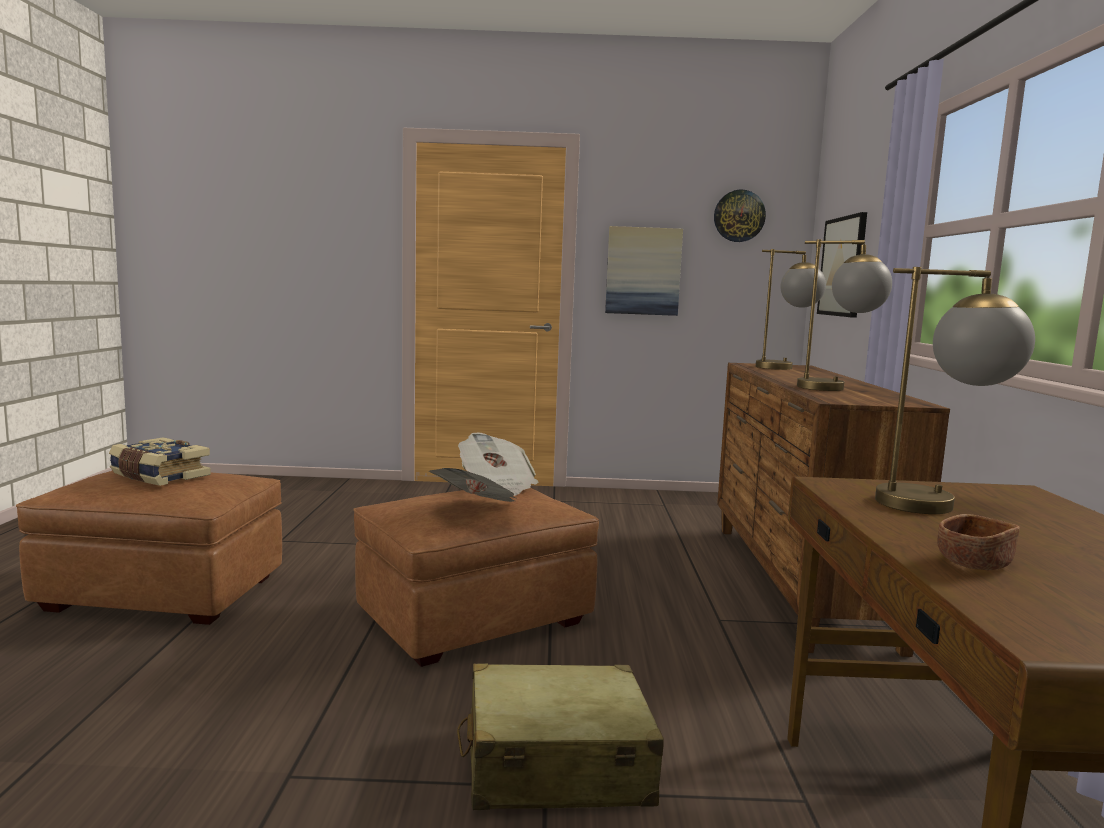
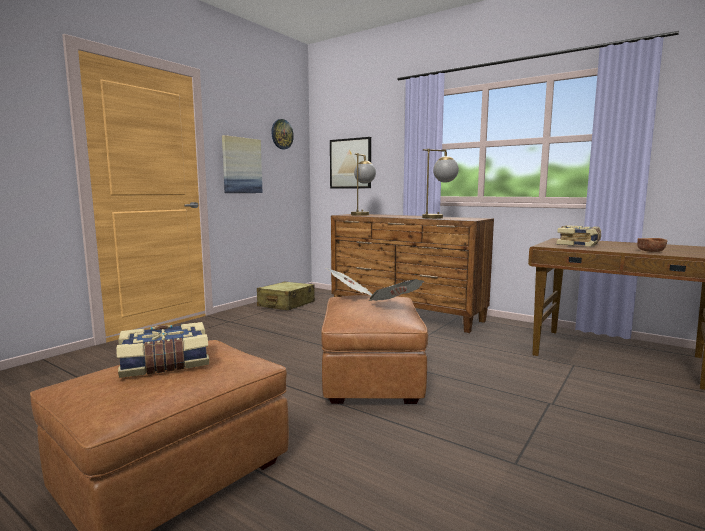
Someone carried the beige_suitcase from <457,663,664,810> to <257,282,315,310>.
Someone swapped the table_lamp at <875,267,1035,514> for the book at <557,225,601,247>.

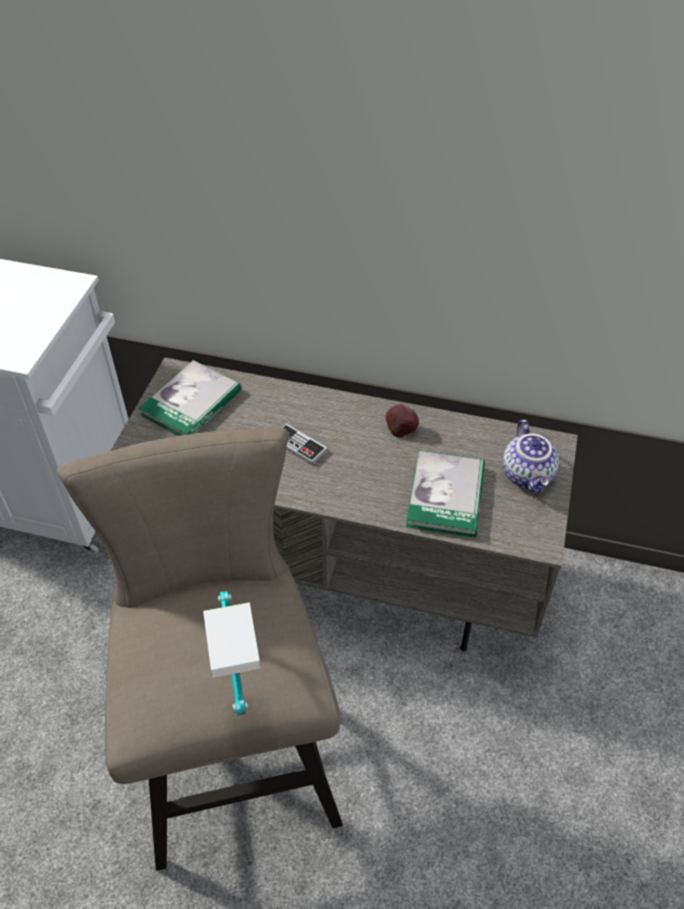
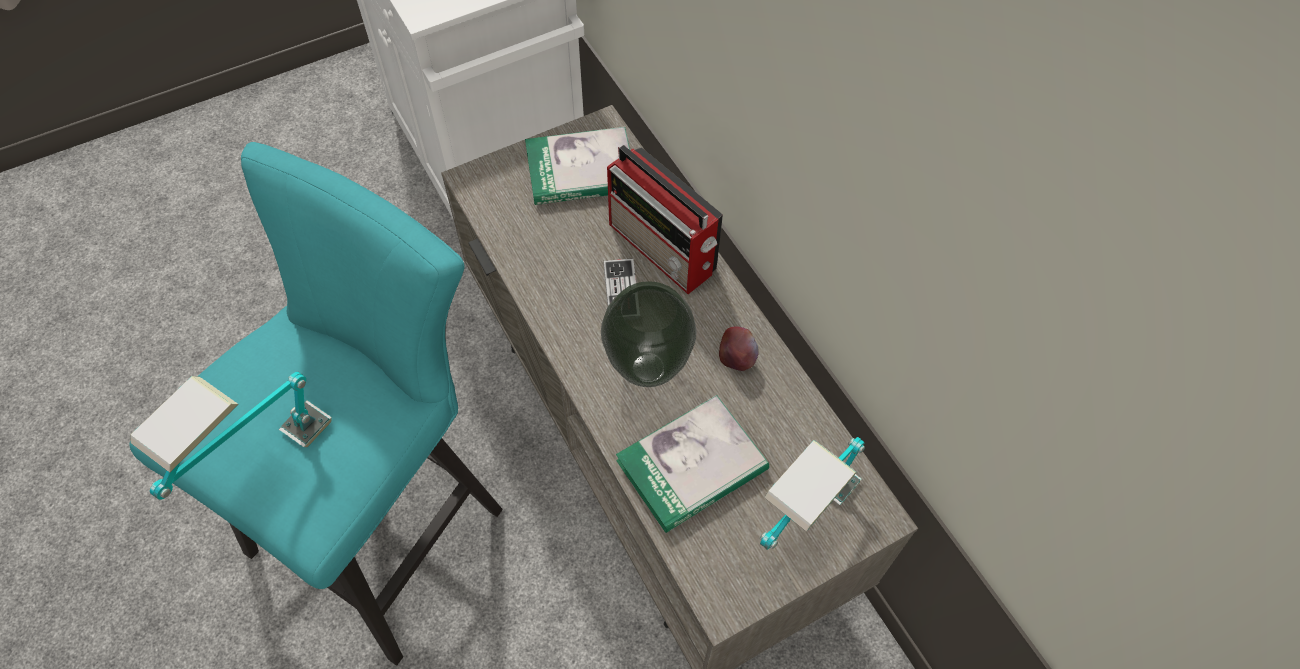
Someone put down the vase at <601,281,697,387>.
Someone put down the radio at <607,145,723,294>.
Someone swapped the teapot at <503,420,559,494> for the table_lamp at <760,437,865,550>.
Someone repainted the beige_stool at <57,428,343,871>, which became the turquoise_stool at <130,142,502,666>.

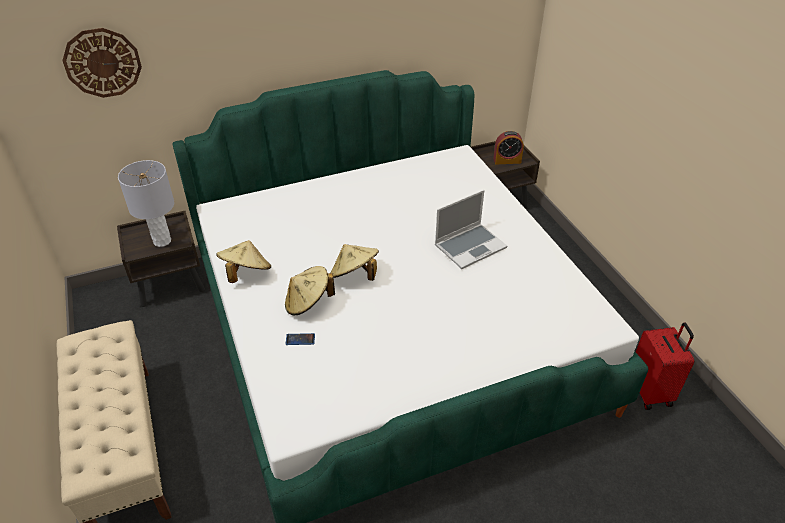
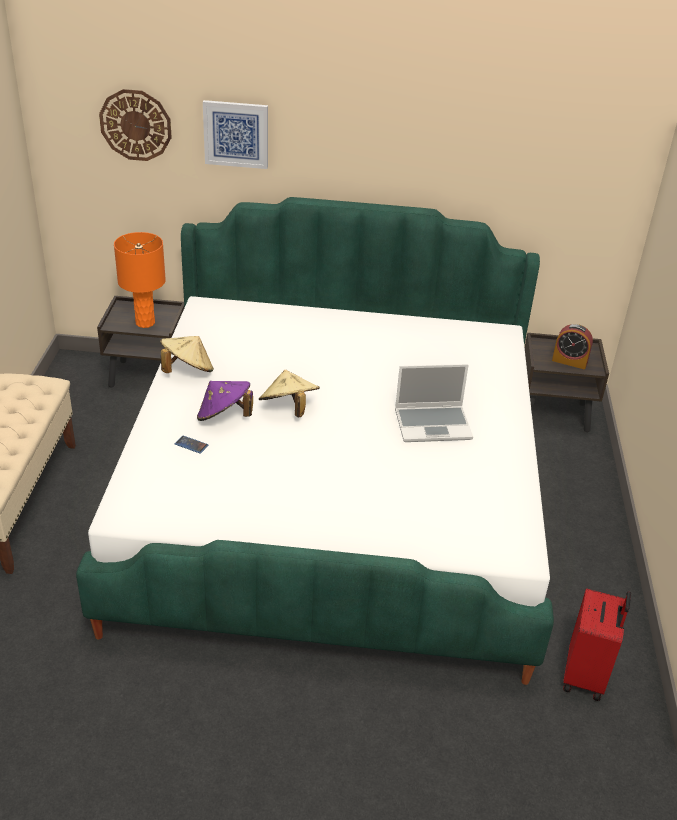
Someone put up the picture at <203,100,268,169>.
Someone repainted the grey_table_lamp at <118,160,174,247>, which became the orange_table_lamp at <114,232,166,328>.
Someone repainted the beige_hat at <285,266,335,315>, which became the purple_hat at <197,381,253,421>.

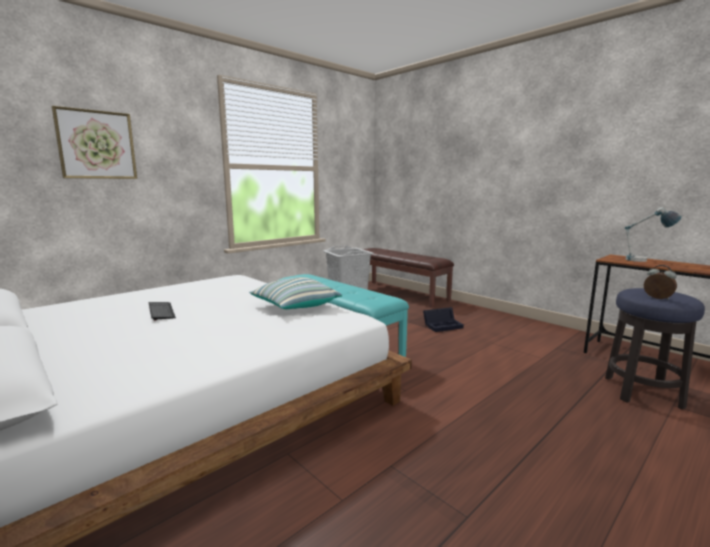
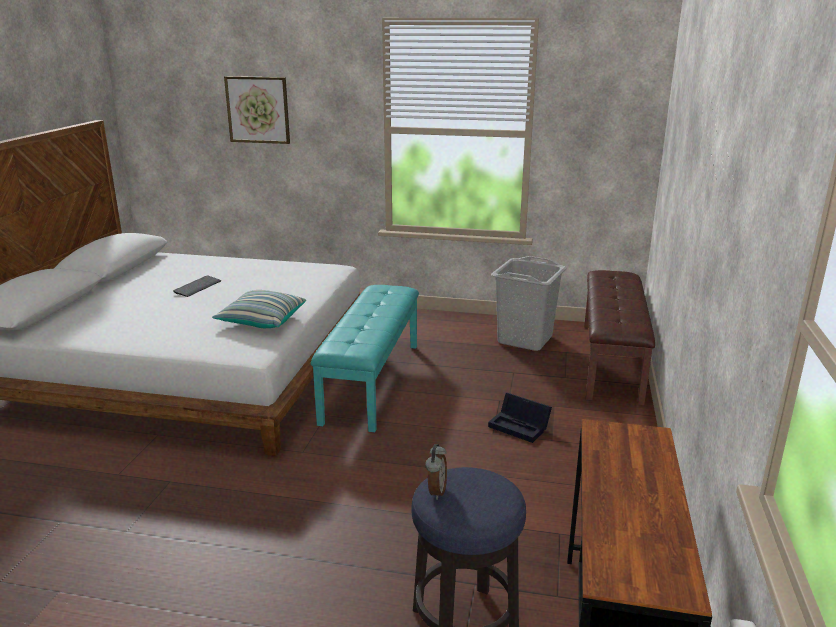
Someone took away the table_lamp at <625,207,682,262>.

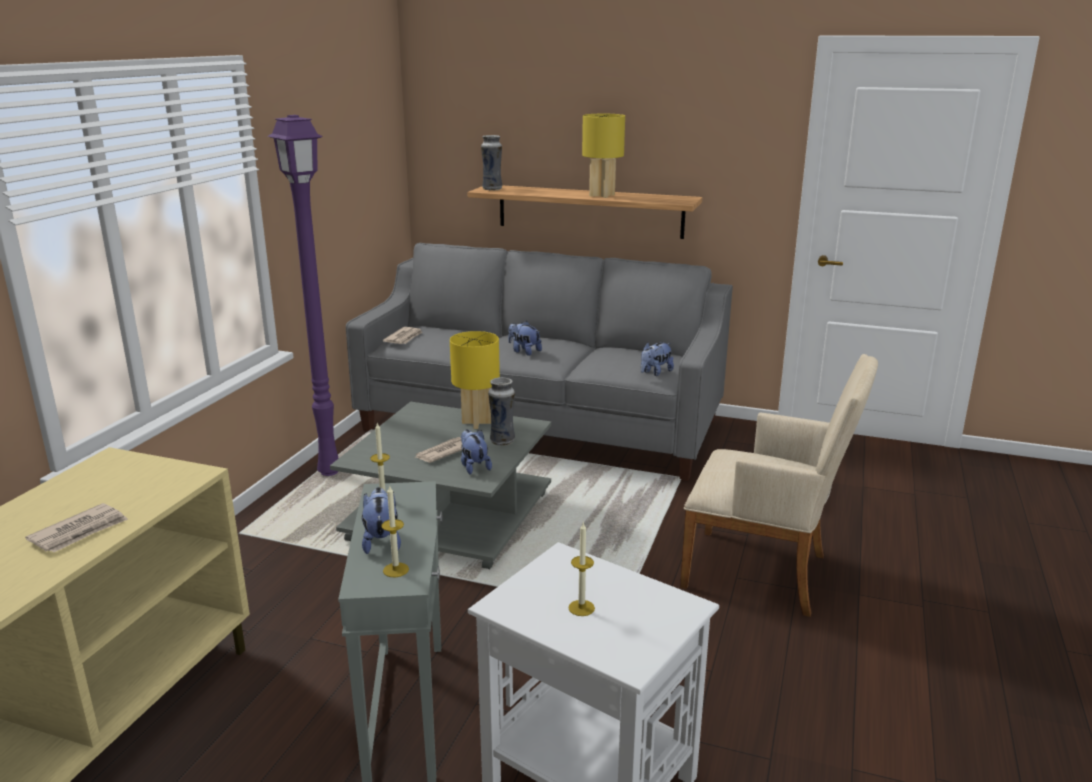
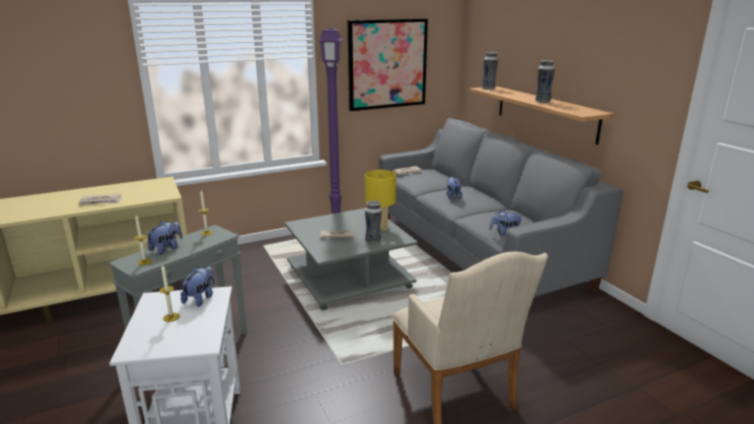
Someone put up the picture at <348,18,428,111>.
Someone carried the plush_toy from <461,429,492,475> to <181,266,214,307>.
Someone swapped the yellow_table_lamp at <582,114,625,198> for the vase at <535,60,555,103>.

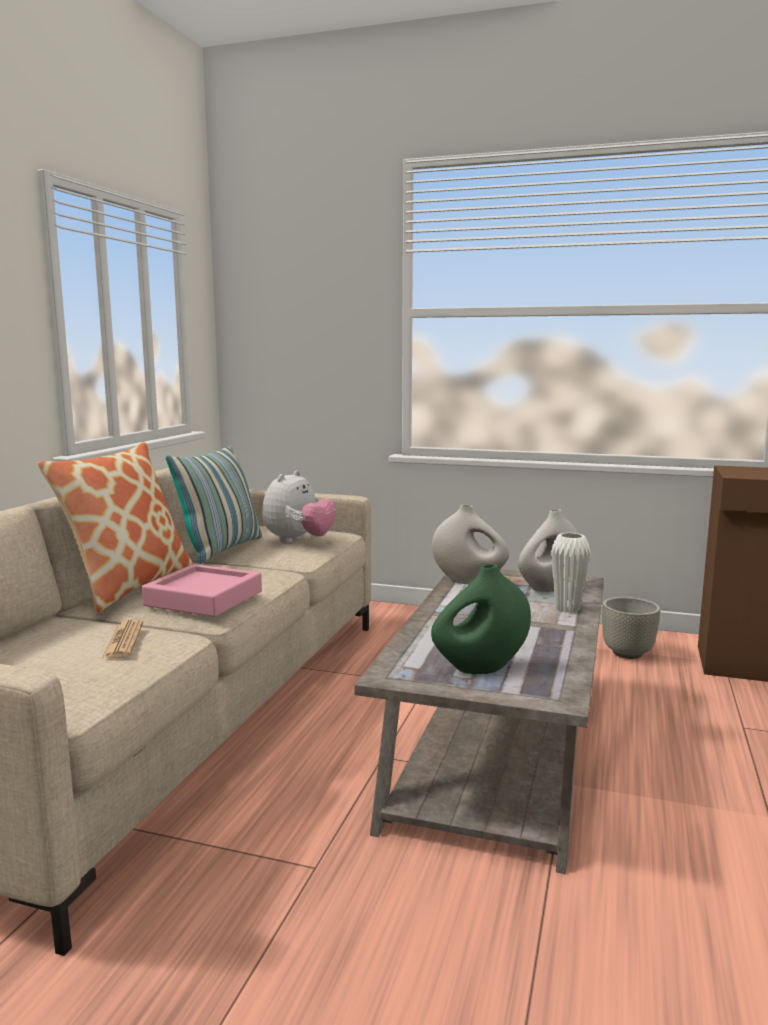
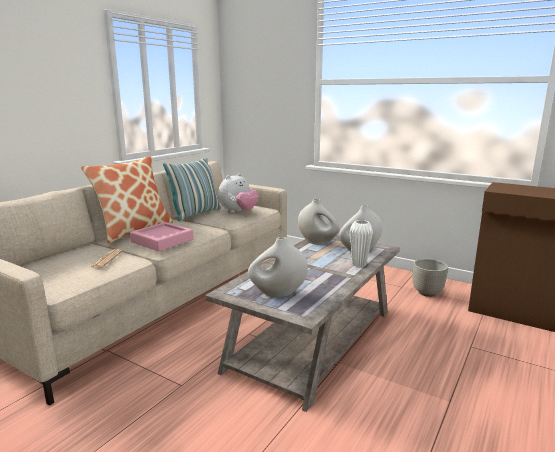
Someone repainted the green_vase at <431,564,531,675>, which became the white_vase at <248,237,308,297>.

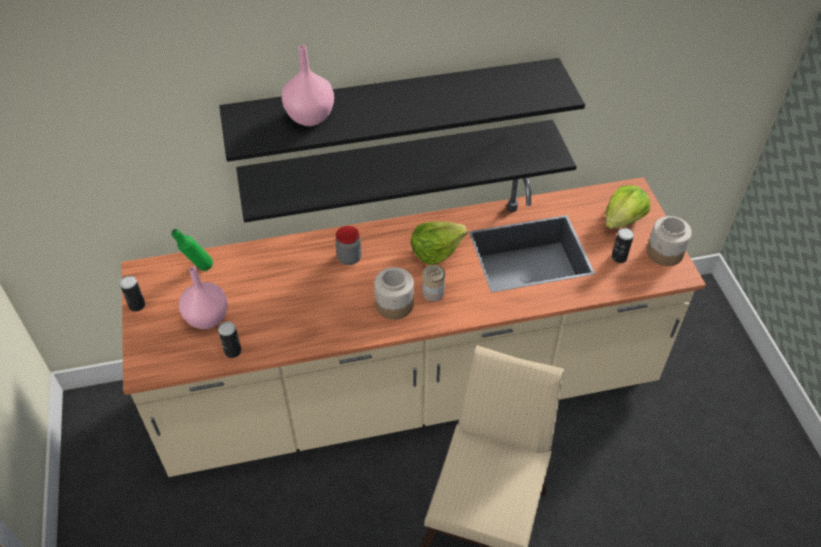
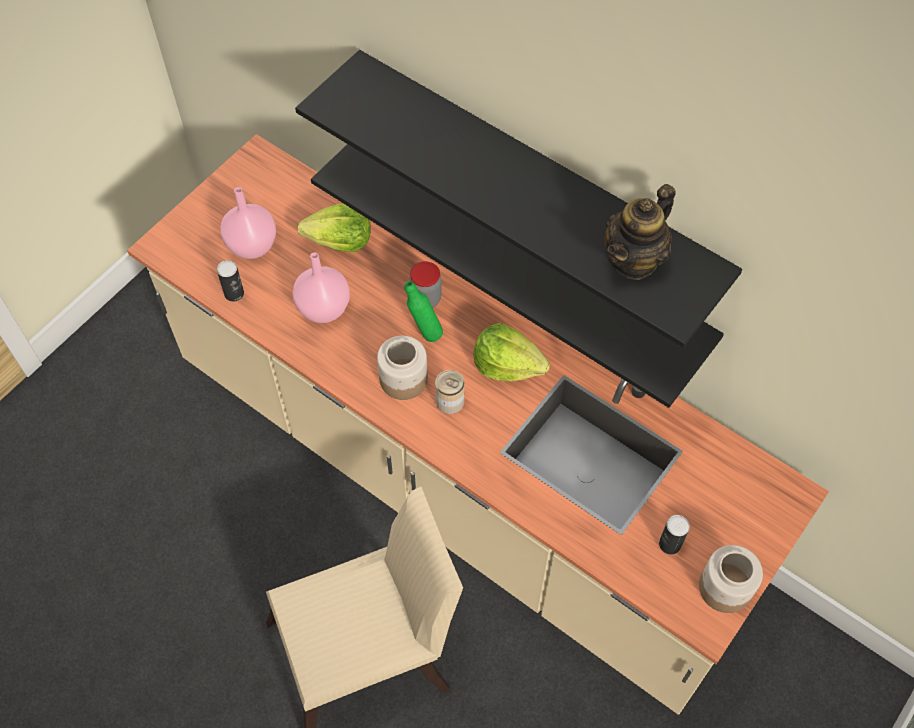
Someone took away the can at <120,276,145,312>.
Someone put down the teapot at <605,184,676,280>.
Someone carried the green_bottle from <171,229,213,271> to <404,281,443,342>.
Someone carried the pink_vase from <282,45,334,126> to <292,252,350,323>.
Someone carried the lettuce from <605,185,650,229> to <297,204,371,252>.

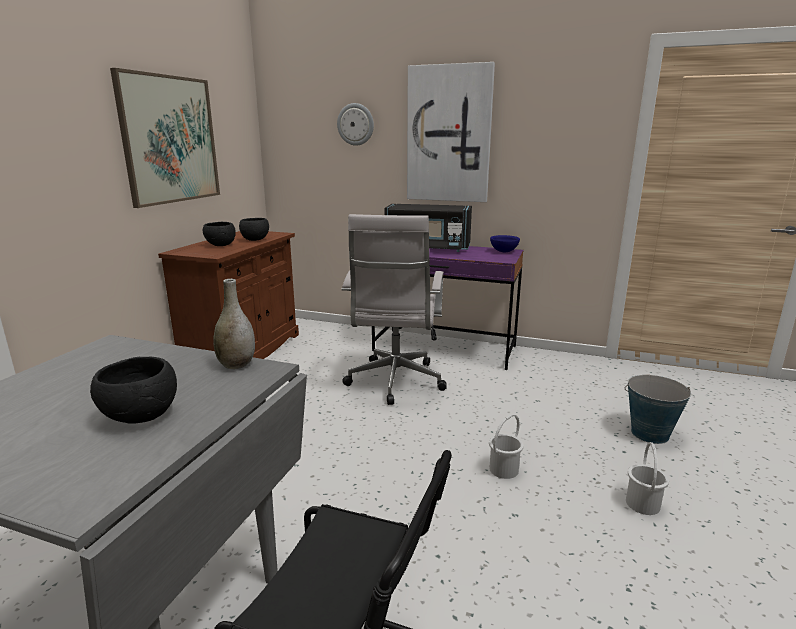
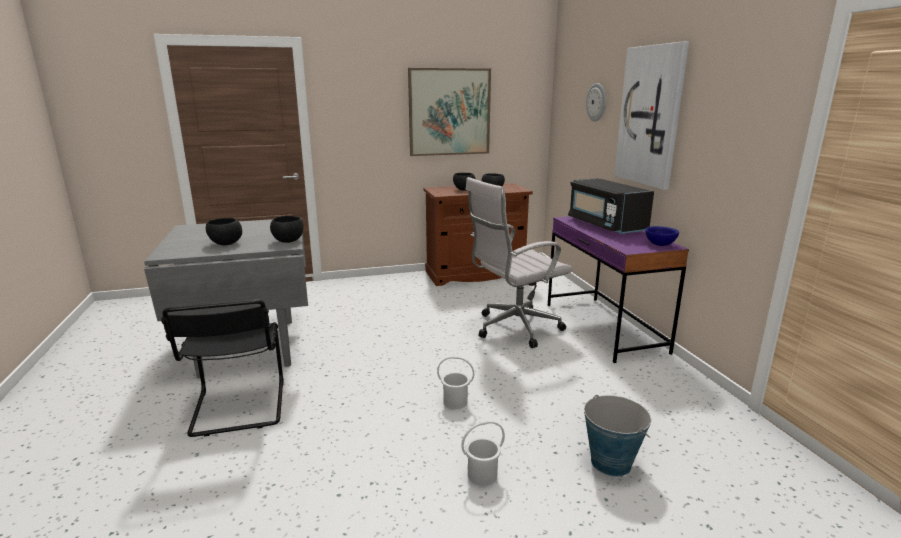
Someone swapped the grey_vase at <213,279,255,369> for the black_bowl at <270,216,303,243>.

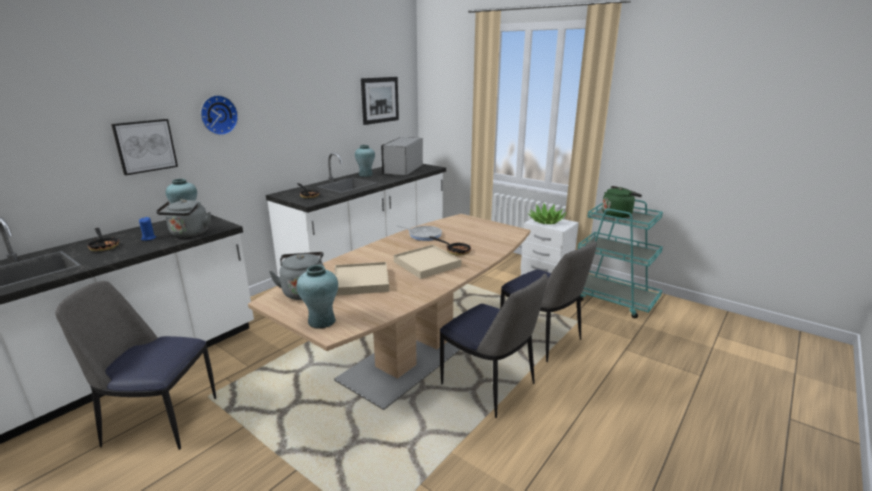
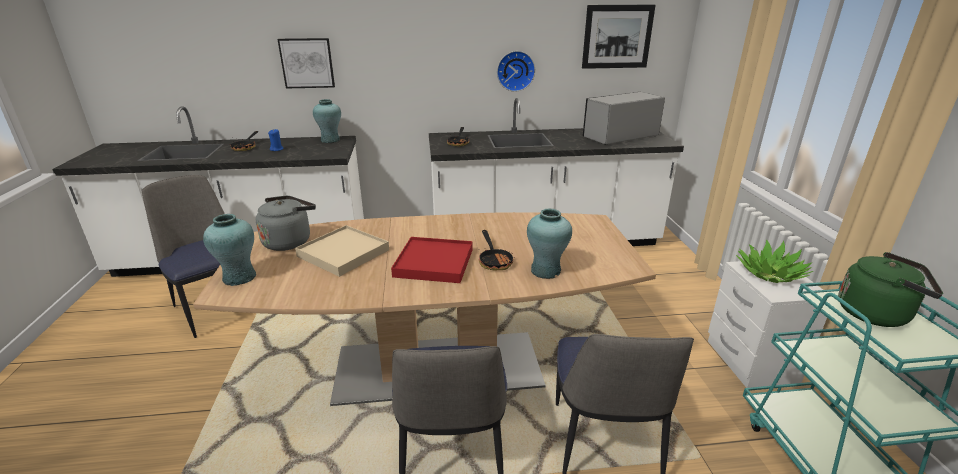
Someone took away the grey_kettle at <156,199,211,237>.
Someone took away the frying_pan at <396,225,442,241>.
Someone carried the wall_clock from <200,95,238,135> to <497,51,535,92>.
Someone carried the turquoise_vase from <355,145,375,177> to <527,209,572,279>.
Someone repainted the beige_tray at <394,245,461,279>, which became the red_tray at <391,237,473,283>.

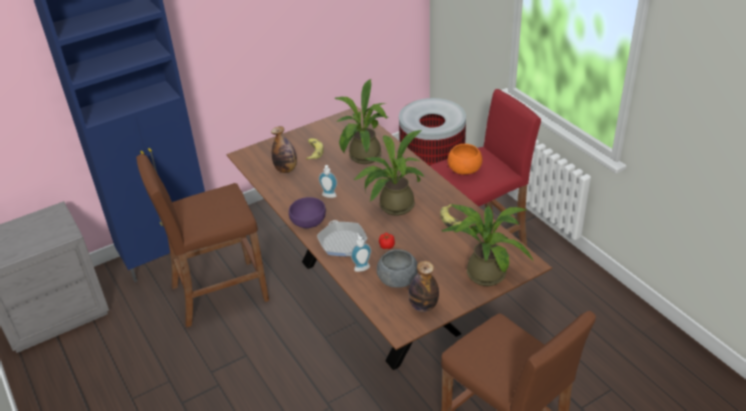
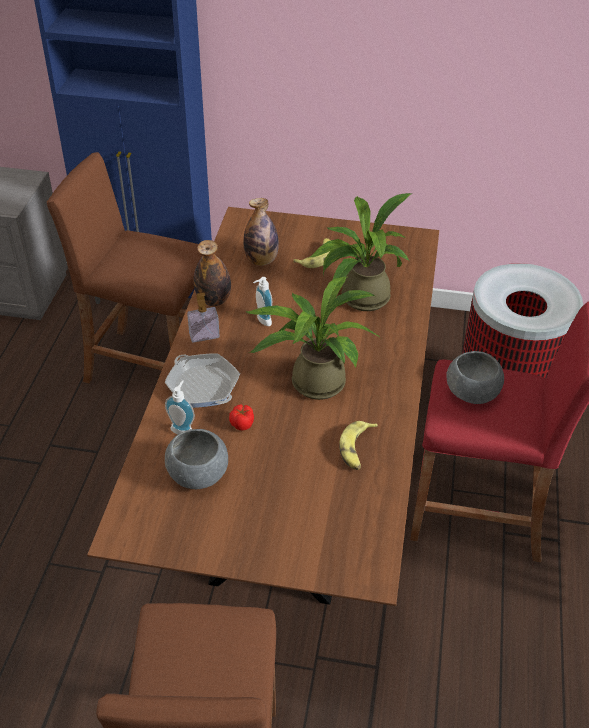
Someone took away the potted_plant at <442,204,534,286>.
Someone carried the bottle from <408,261,439,312> to <194,240,231,306>.
Someone swapped the purple_bowl at <289,197,326,228> for the soap_dispenser at <187,292,220,342>.
Someone repainted the orange_bowl at <448,144,482,175>, which became the grey_bowl at <446,351,504,404>.
Someone rotated the frying_pan at <317,220,368,256> by 60 degrees counterclockwise.

